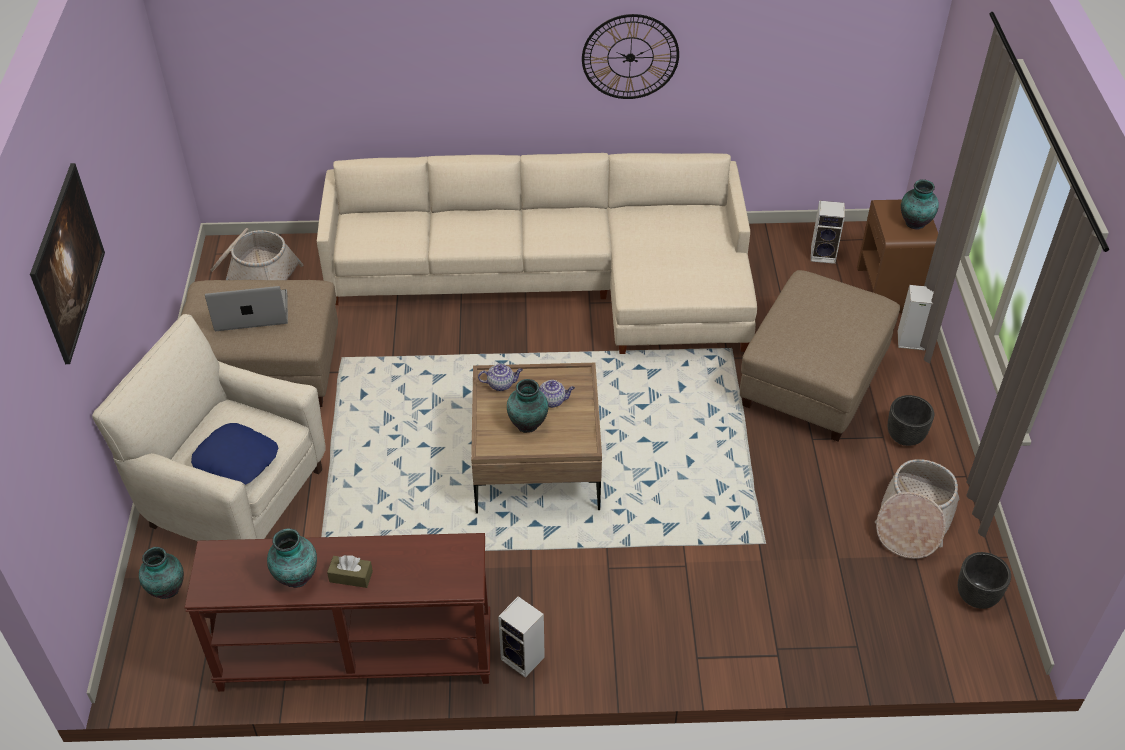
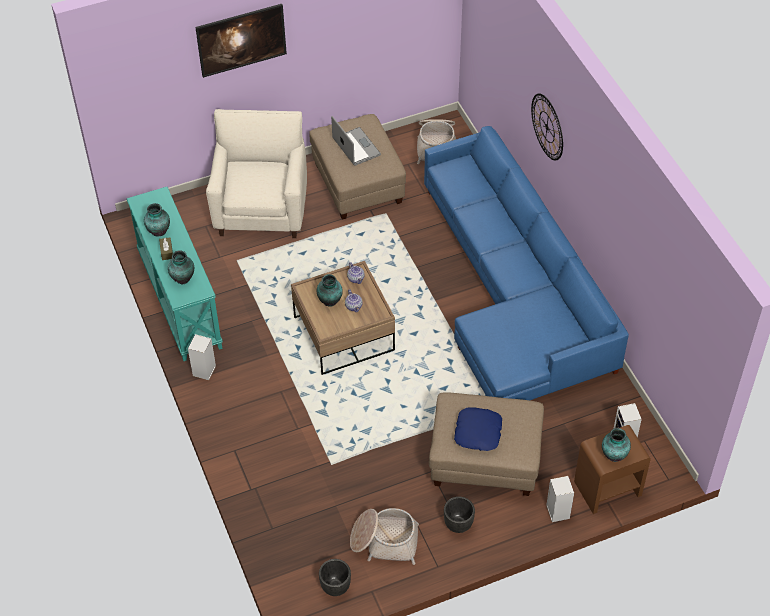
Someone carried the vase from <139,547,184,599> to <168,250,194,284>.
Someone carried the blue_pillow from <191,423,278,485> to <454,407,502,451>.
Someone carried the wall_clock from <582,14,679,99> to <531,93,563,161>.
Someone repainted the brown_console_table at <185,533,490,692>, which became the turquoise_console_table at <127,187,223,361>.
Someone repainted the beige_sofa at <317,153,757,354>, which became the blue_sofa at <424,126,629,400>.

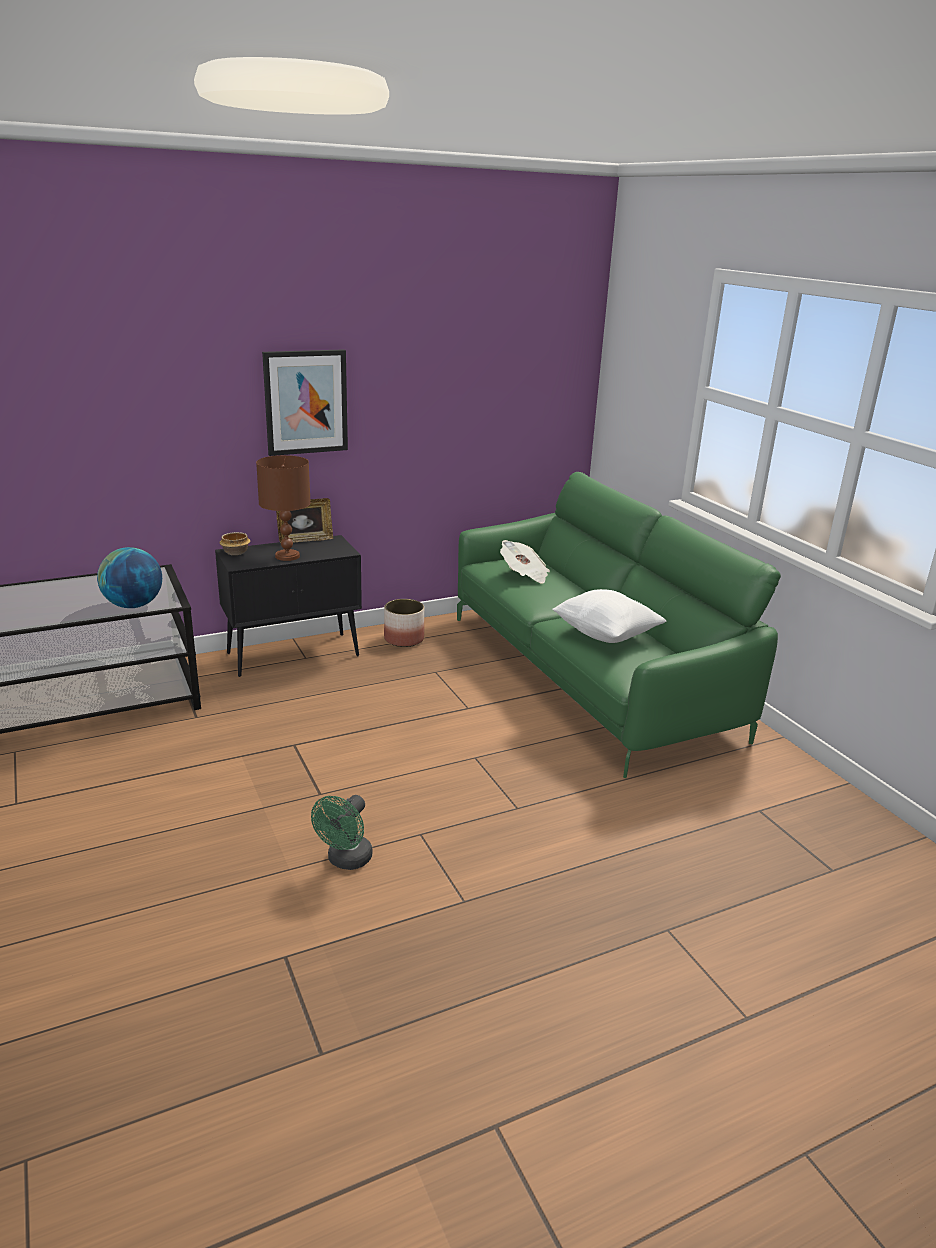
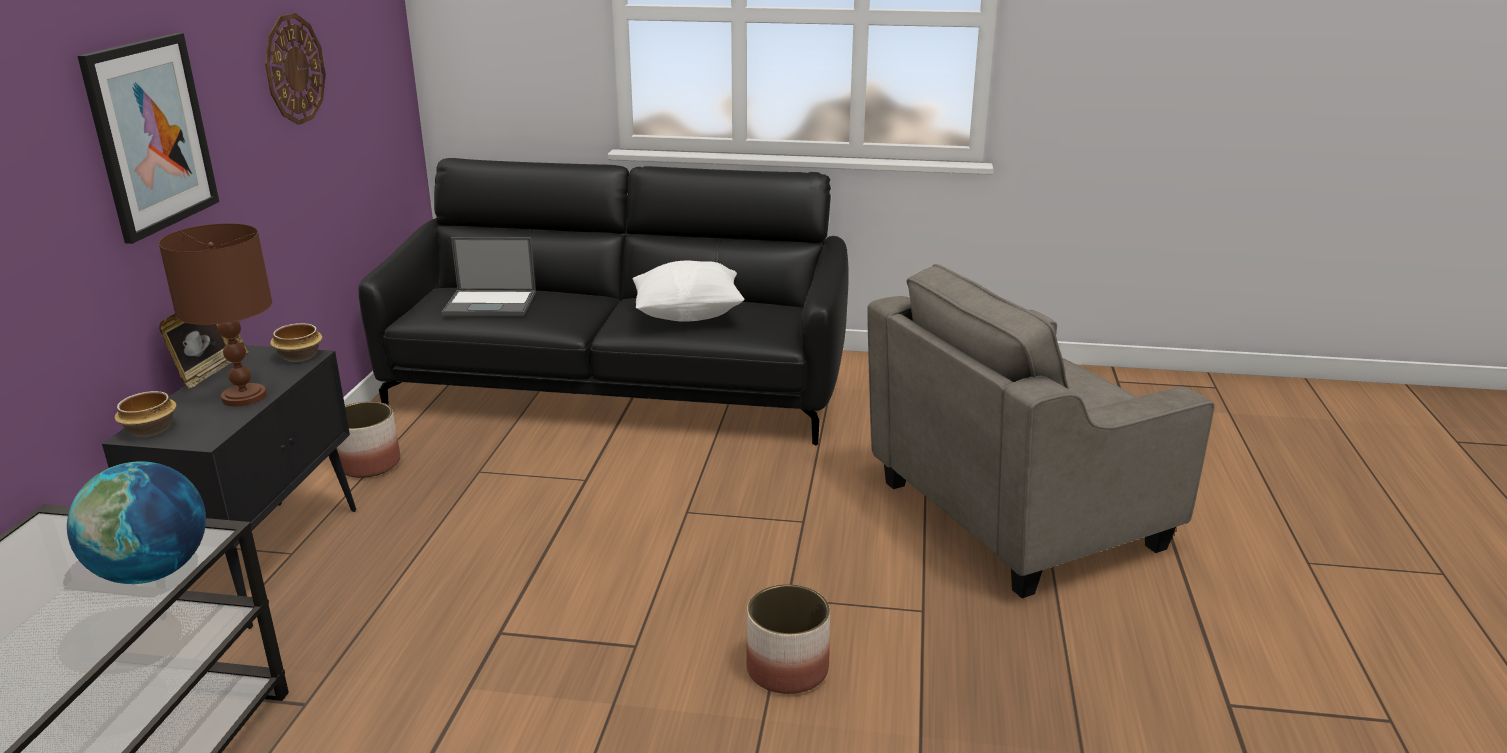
Someone put up the wall_clock at <265,13,326,125>.
Someone put down the bowl at <270,323,322,362>.
Someone put down the grey_armchair at <868,264,1215,598>.
Someone swapped the green_fan at <311,795,372,870> for the planter at <746,584,830,694>.
Someone swapped the newspaper at <500,540,550,584> for the laptop at <442,237,536,316>.
Someone repainted the green_sofa at <457,472,781,778>, which became the black_sofa at <358,158,849,446>.

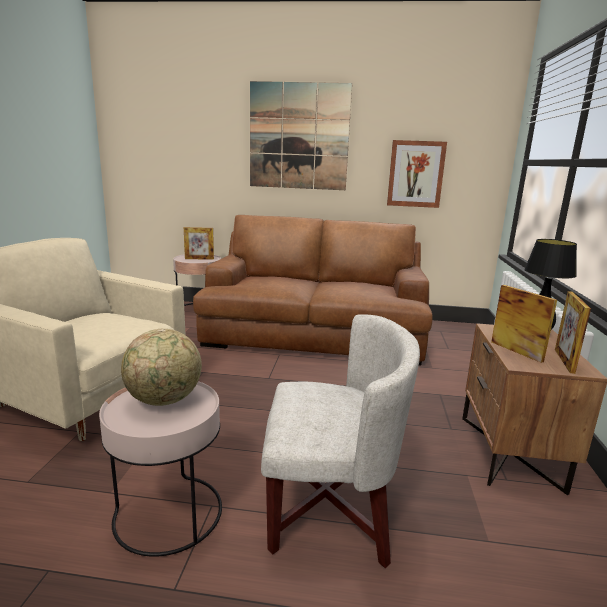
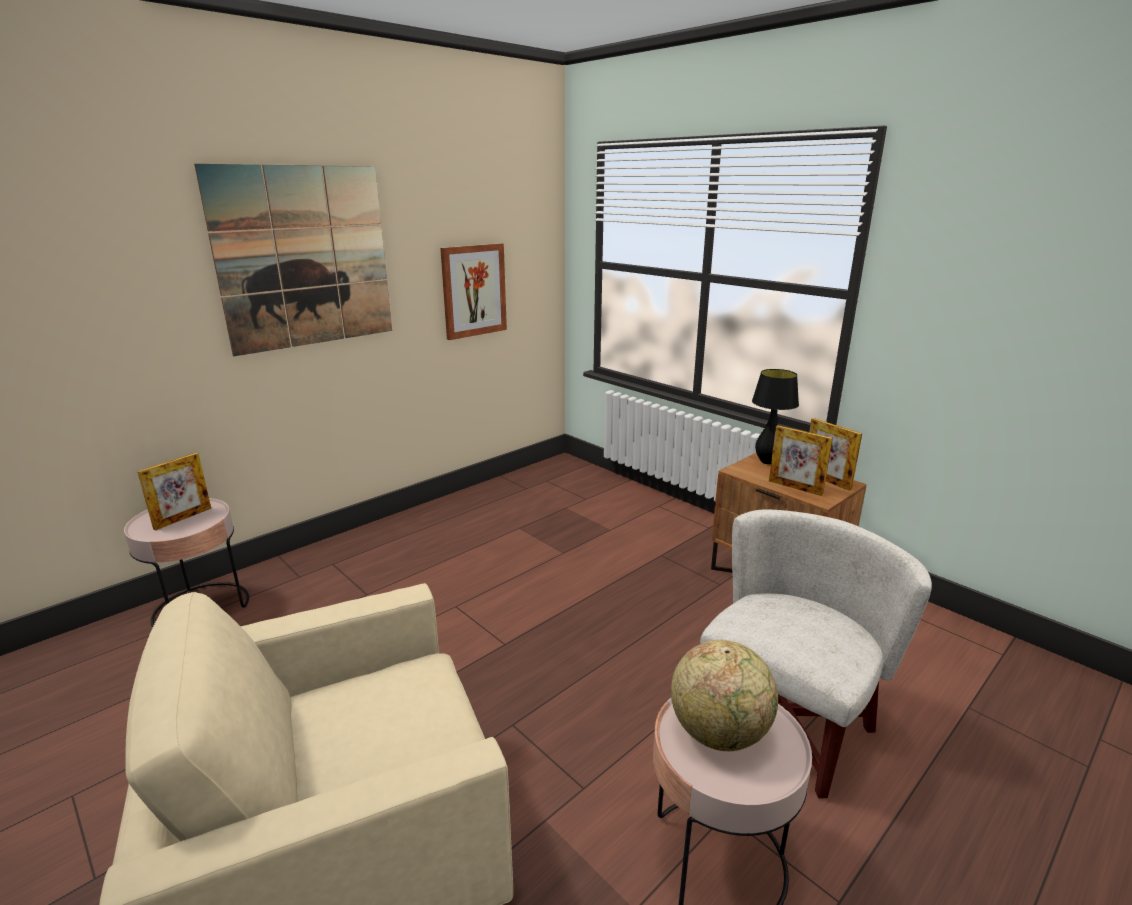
Someone took away the brown_sofa at <193,215,433,366>.
Someone rotated the picture_frame at <491,285,557,363> by 150 degrees counterclockwise.

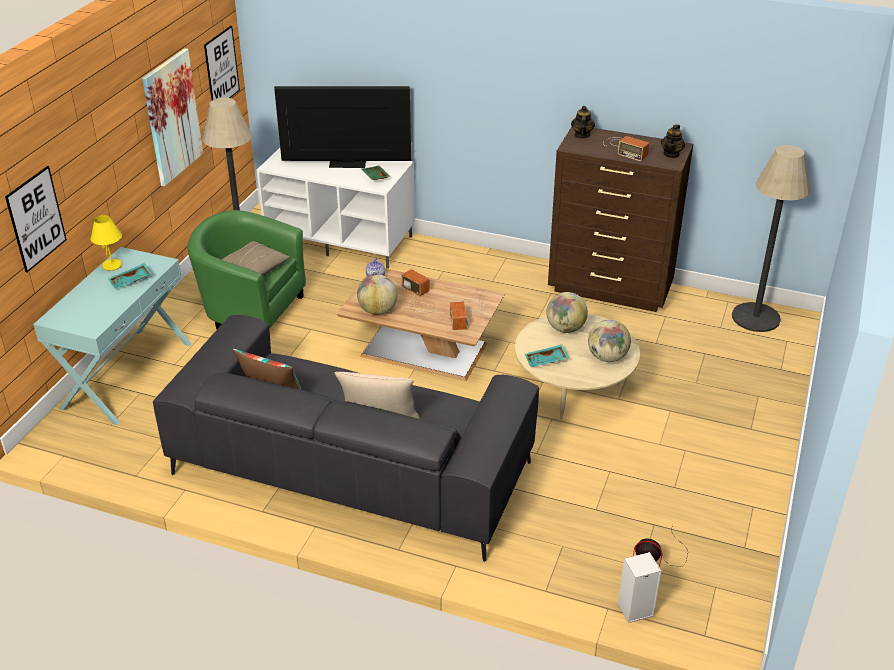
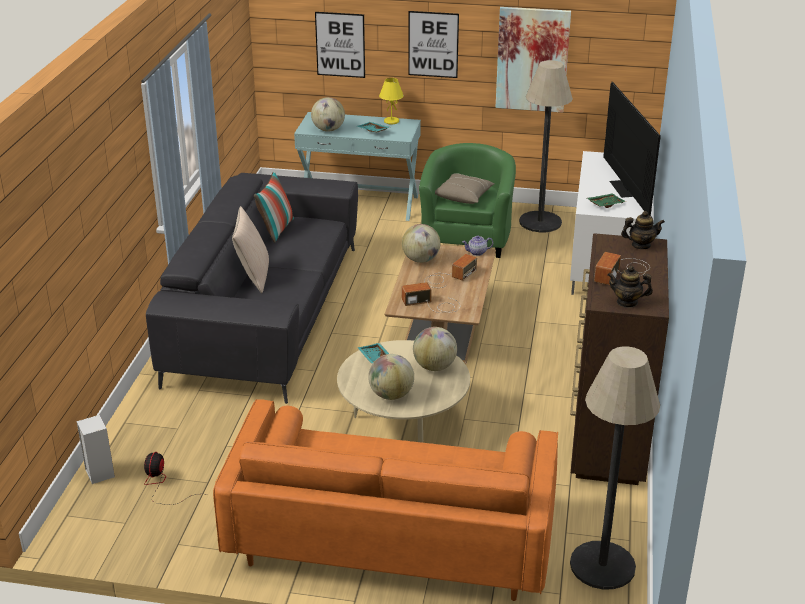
Someone put down the orange_sofa at <213,399,558,601>.
Someone put down the globe at <311,97,345,132>.
Someone carried the picture from <204,26,240,100> to <408,11,459,78>.

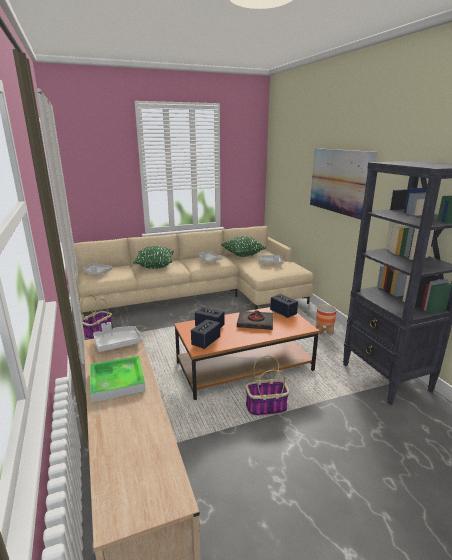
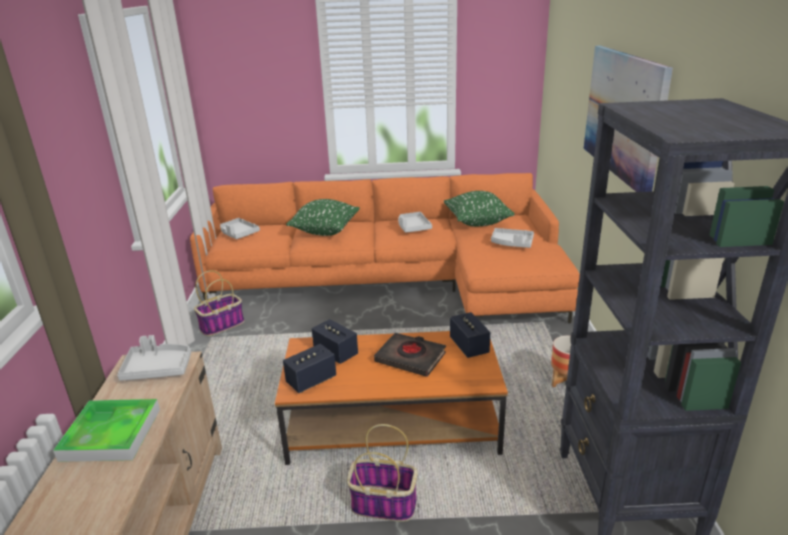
Someone repainted the beige_sofa at <74,226,314,314>, which became the orange_sofa at <190,173,580,323>.

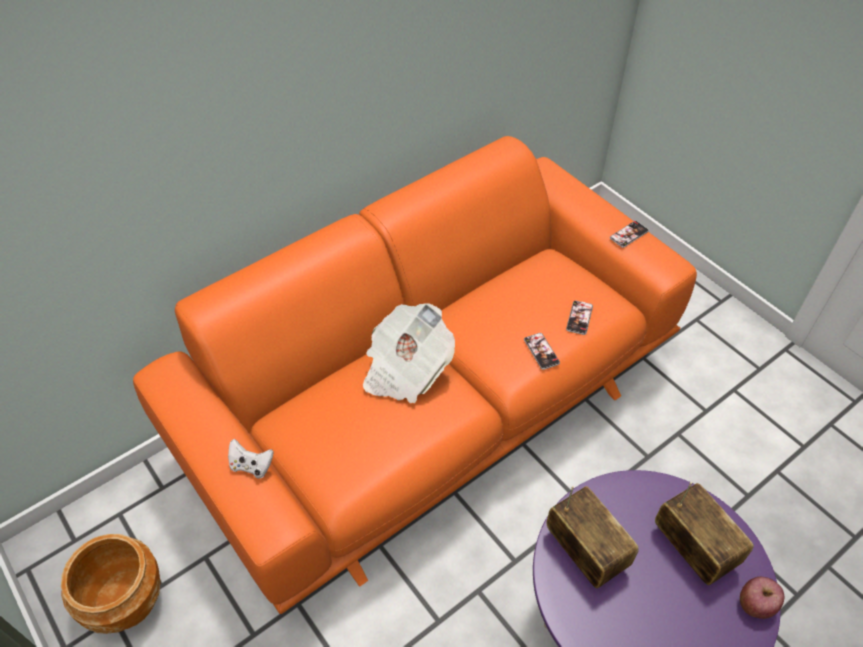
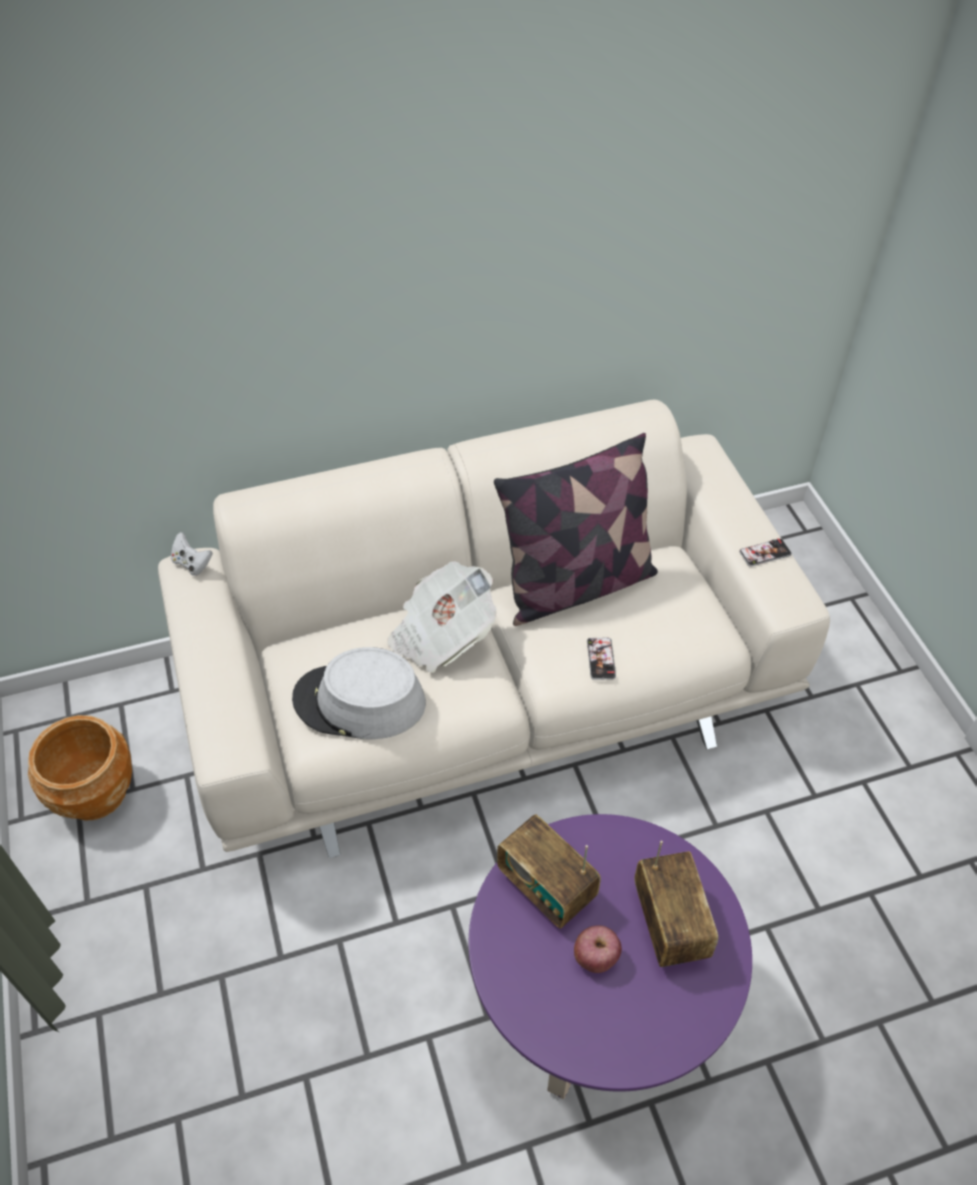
Someone took away the phone at <566,300,593,335>.
Someone put down the grey_hat at <292,647,426,740>.
Someone put down the pillow at <494,433,658,626>.
Someone carried the white_game_controller from <228,439,274,478> to <171,532,212,576>.
Someone carried the apple from <740,577,784,619> to <574,925,622,973>.
Someone repainted the orange_sofa at <133,136,697,614>, which became the beige_sofa at <158,399,830,858>.
Someone rotated the radio at <546,486,639,589> by 150 degrees clockwise.

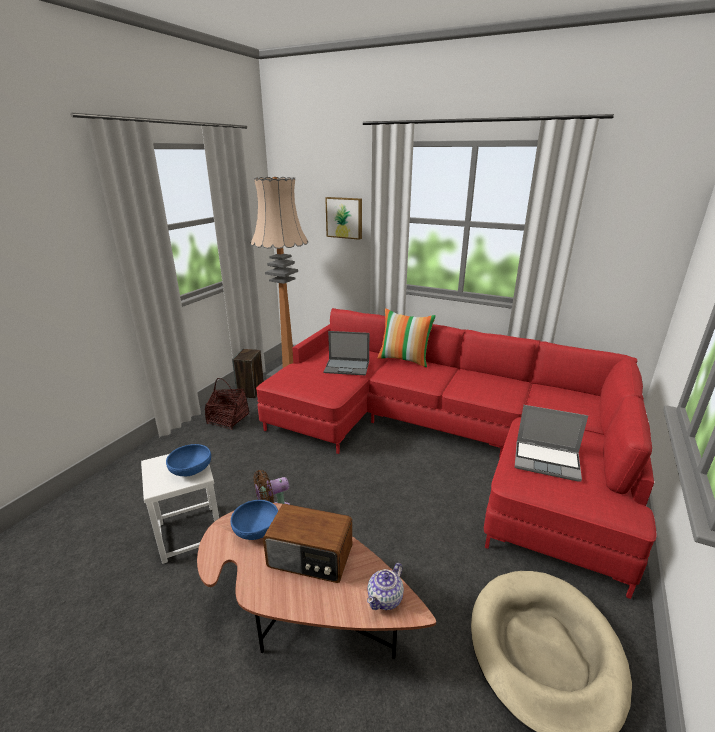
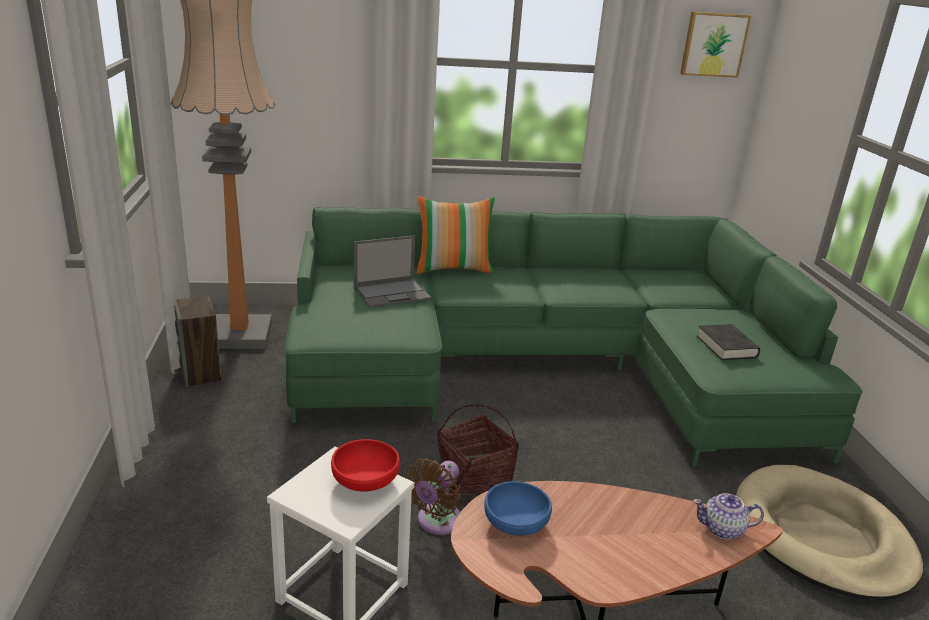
Someone took away the radio at <263,504,352,583>.
Someone carried the basket from <205,378,249,430> to <437,405,519,499>.
Someone carried the picture from <325,197,362,240> to <680,12,751,78>.
Someone swapped the laptop at <515,405,588,482> for the black_book at <697,324,760,360>.
Someone repainted the blue_bowl at <166,444,211,476>, which became the red_bowl at <331,439,400,492>.
Someone repainted the red_sofa at <256,308,656,599>, which became the green_sofa at <285,207,863,467>.
Someone rotated the teapot at <367,563,404,610> by 90 degrees clockwise.

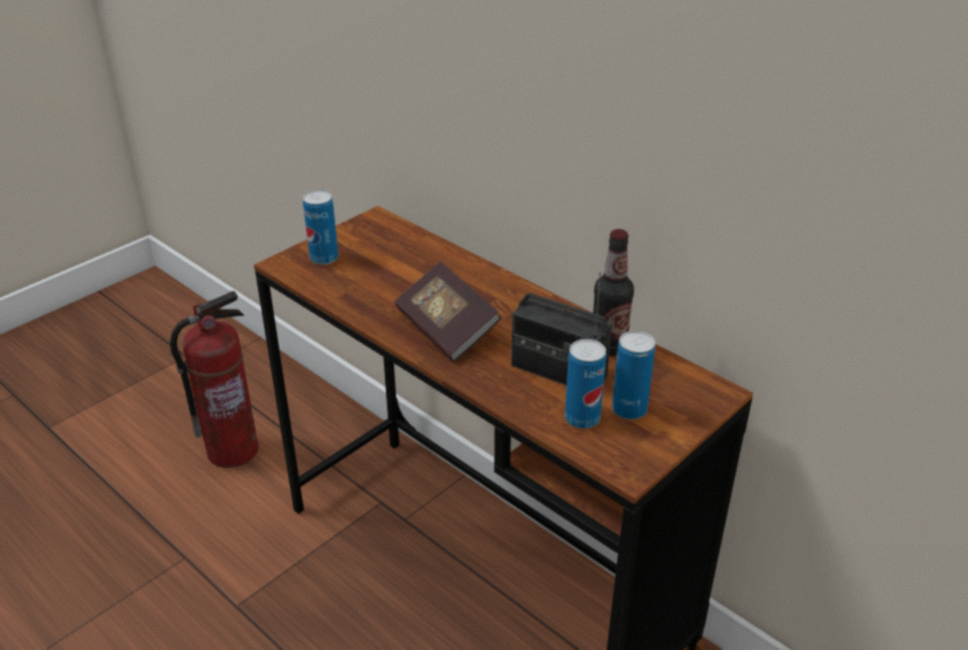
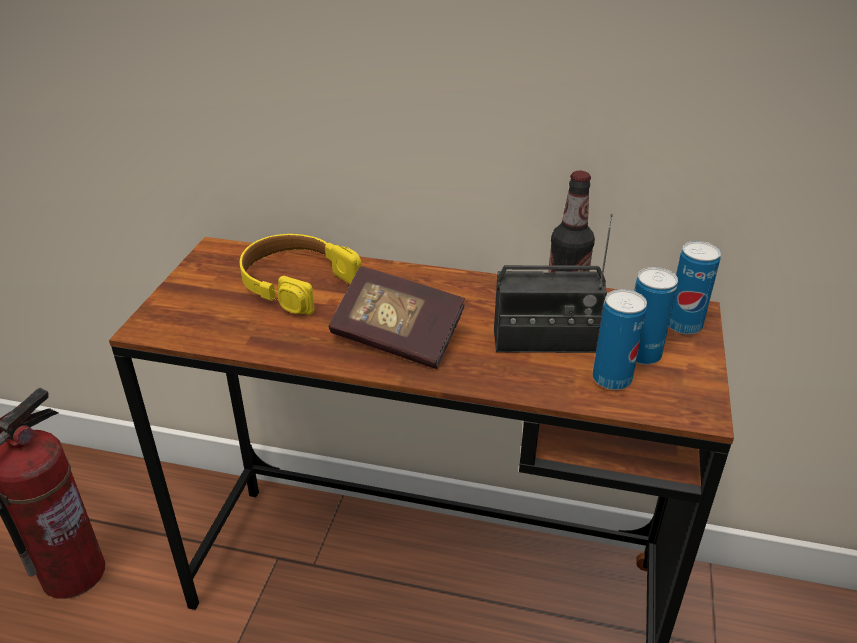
Someone put down the yellow_headphones at <240,234,362,315>.
Someone carried the can from <303,190,338,265> to <669,241,721,335>.

